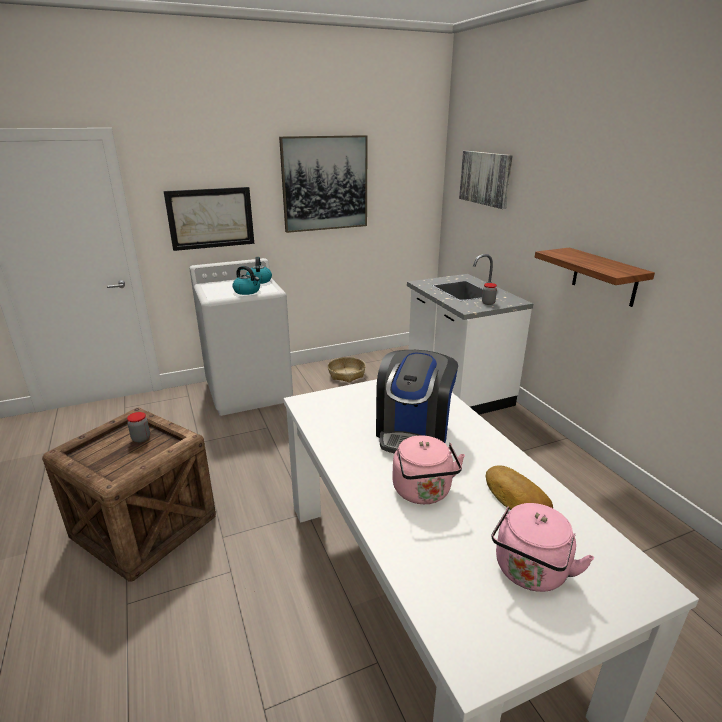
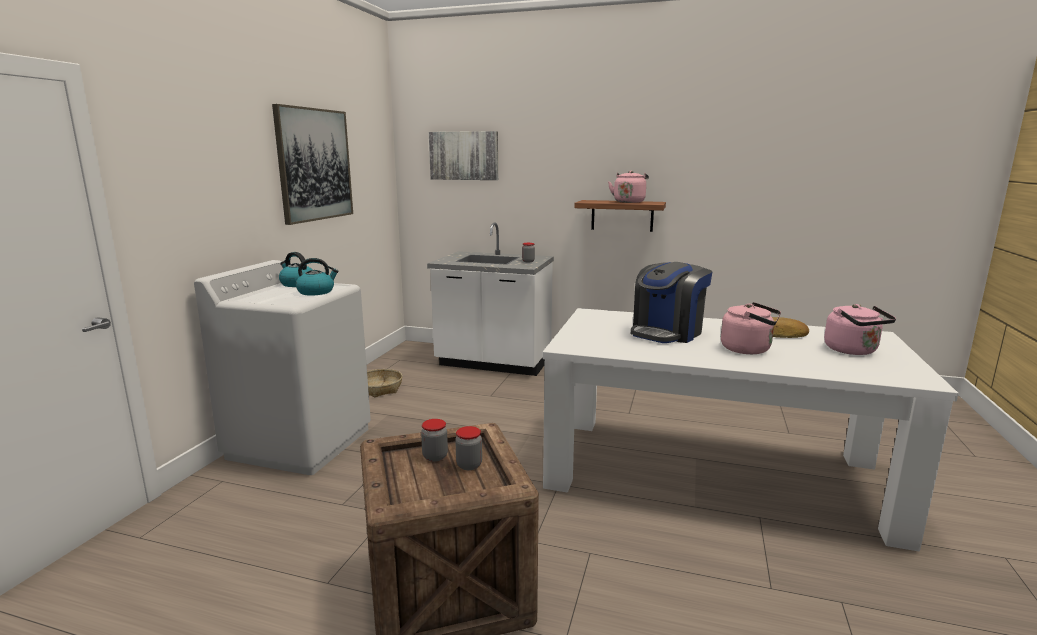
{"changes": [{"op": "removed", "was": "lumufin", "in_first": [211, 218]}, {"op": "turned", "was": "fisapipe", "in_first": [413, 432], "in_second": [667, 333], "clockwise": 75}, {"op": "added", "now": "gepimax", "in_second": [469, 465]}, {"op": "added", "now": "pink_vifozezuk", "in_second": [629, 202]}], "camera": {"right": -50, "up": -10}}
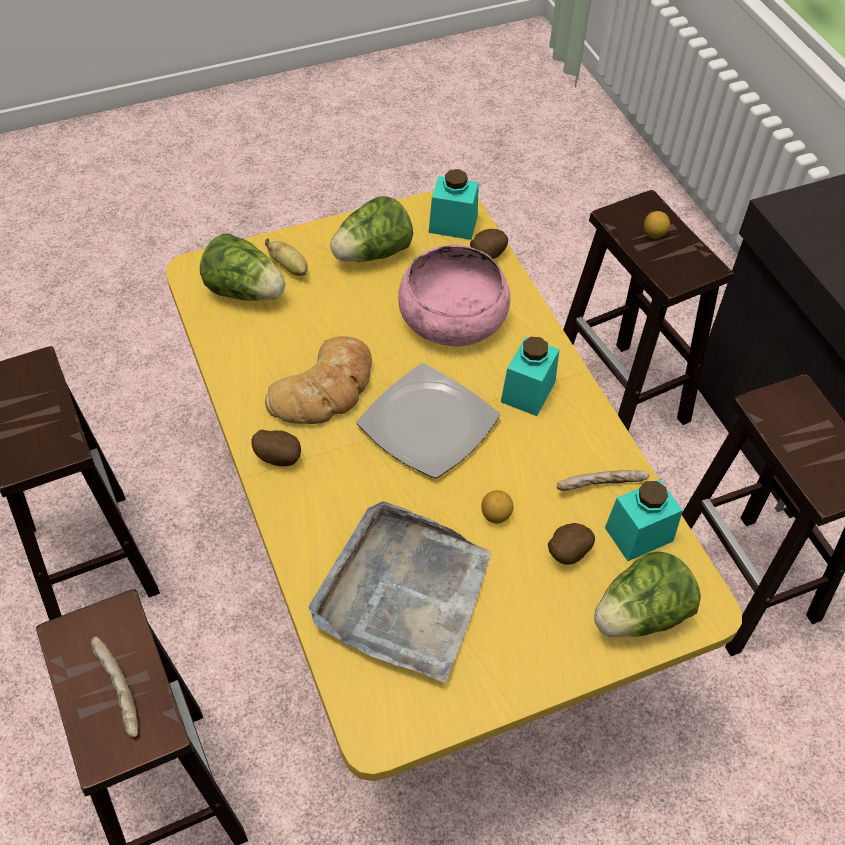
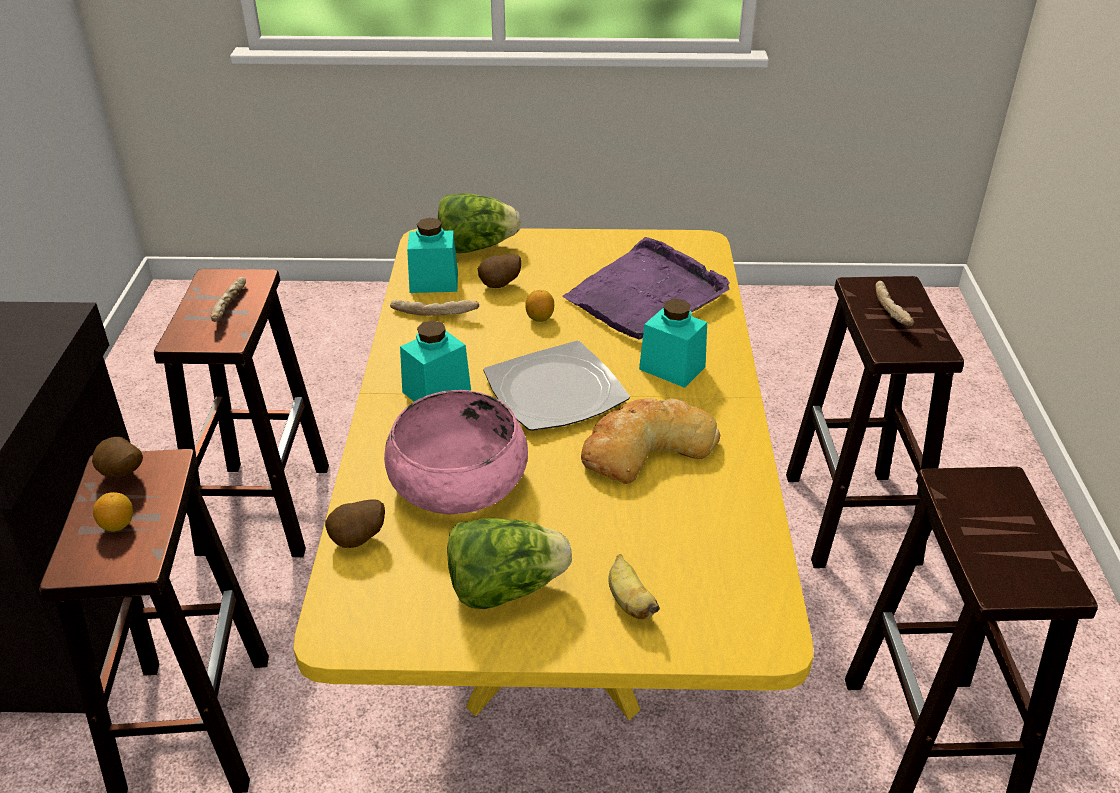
{"changes": [{"op": "removed", "was": "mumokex", "in_first": [245, 291]}, {"op": "moved", "was": "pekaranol", "in_first": [279, 457], "in_second": [121, 474]}, {"op": "recoloured", "was": "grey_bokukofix", "now": "purple_bokukofix", "in_first": [403, 593], "in_second": [646, 295]}, {"op": "moved", "was": "turquoise_gepimax", "in_first": [453, 224], "in_second": [672, 368]}, {"op": "added", "now": "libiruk", "in_second": [231, 307]}], "camera": {"right": -155, "up": -15}}
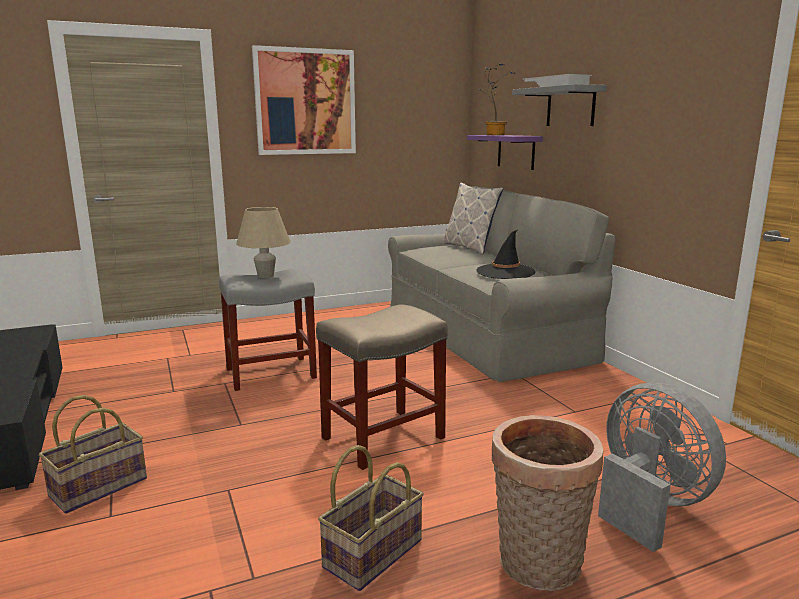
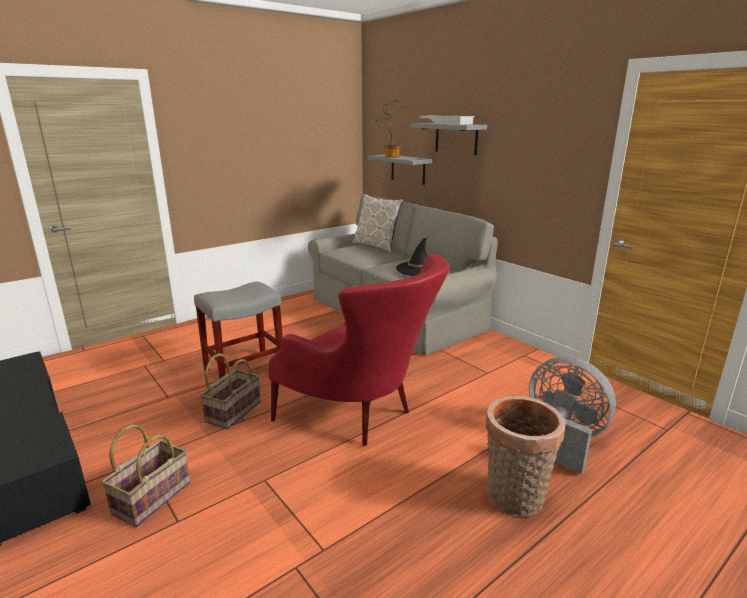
{"changes": [{"op": "removed", "was": "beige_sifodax", "in_first": [265, 276]}, {"op": "removed", "was": "lumufin", "in_first": [305, 102]}, {"op": "replaced", "was": "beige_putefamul", "now": "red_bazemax", "in_first": [382, 438], "in_second": [362, 416]}, {"op": "moved", "was": "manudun", "in_first": [372, 552], "in_second": [233, 411]}, {"op": "recoloured", "was": "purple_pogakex", "now": "grey_pogakex", "in_first": [516, 151], "in_second": [408, 169]}], "camera": {"right": -15, "up": 5}}
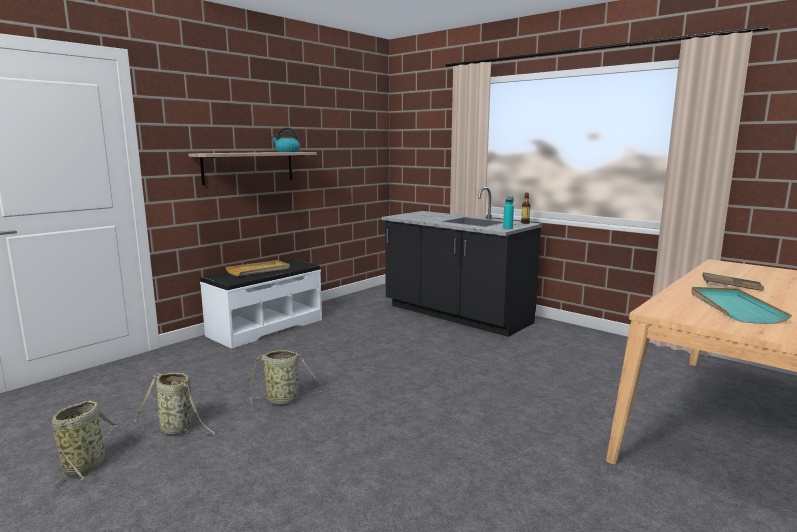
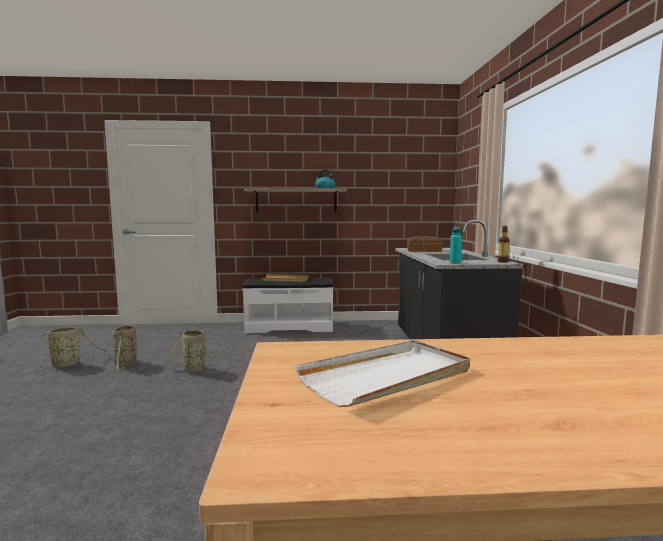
{"changes": [{"op": "recoloured", "was": "turquoise_bokukofix", "now": "white_bokukofix", "in_first": [733, 307], "in_second": [387, 376]}, {"op": "removed", "was": "brown_bokukofix", "in_first": [731, 285]}, {"op": "added", "now": "libiruk", "in_second": [425, 251]}], "camera": {"right": 45, "up": -5}}
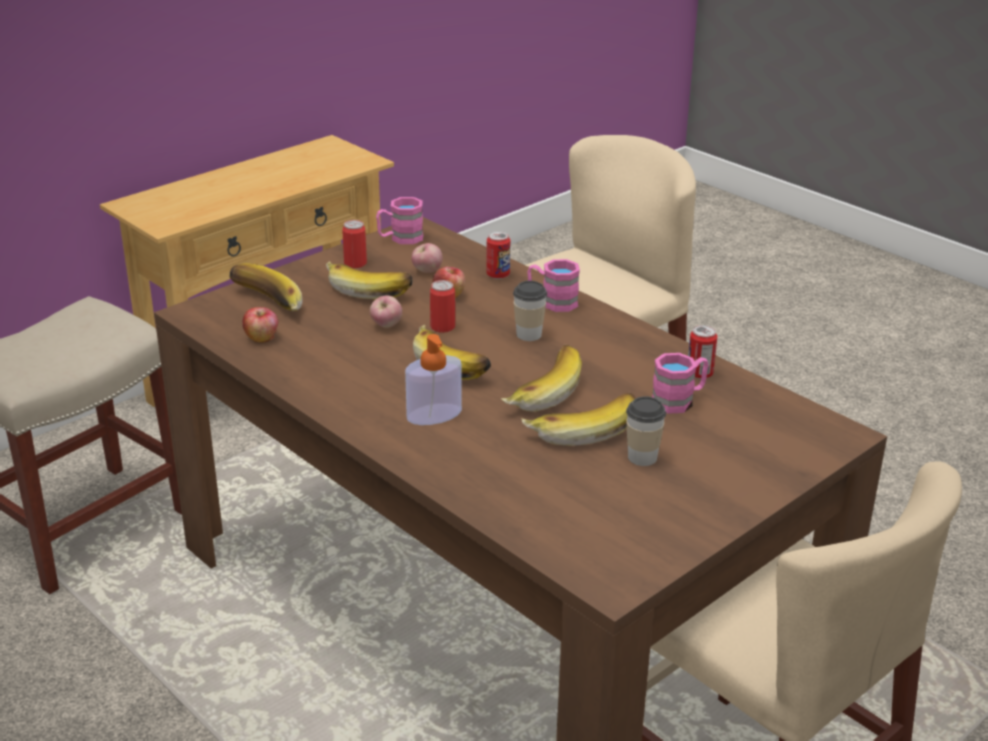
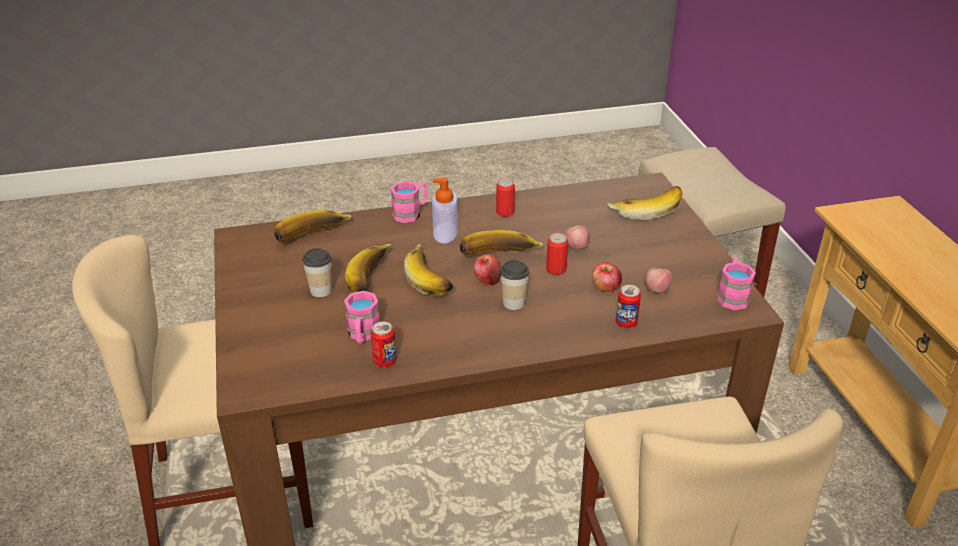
{"changes": [{"op": "moved", "was": "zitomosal", "in_first": [262, 337], "in_second": [487, 280]}, {"op": "moved", "was": "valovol", "in_first": [370, 289], "in_second": [313, 237]}, {"op": "moved", "was": "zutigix", "in_first": [355, 263], "in_second": [505, 212]}, {"op": "moved", "was": "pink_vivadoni", "in_first": [552, 302], "in_second": [411, 213]}], "camera": {"right": 120, "up": 5}}
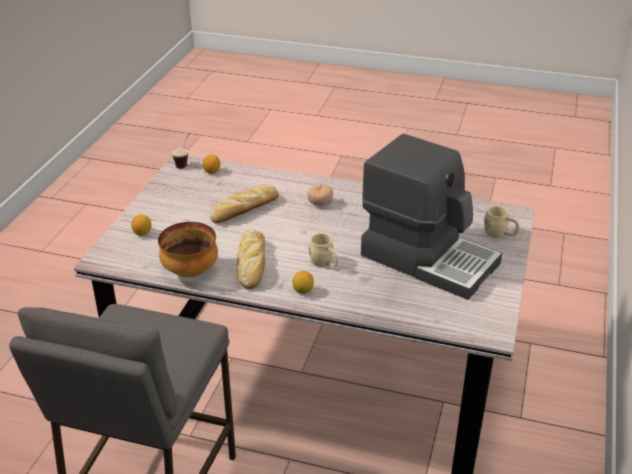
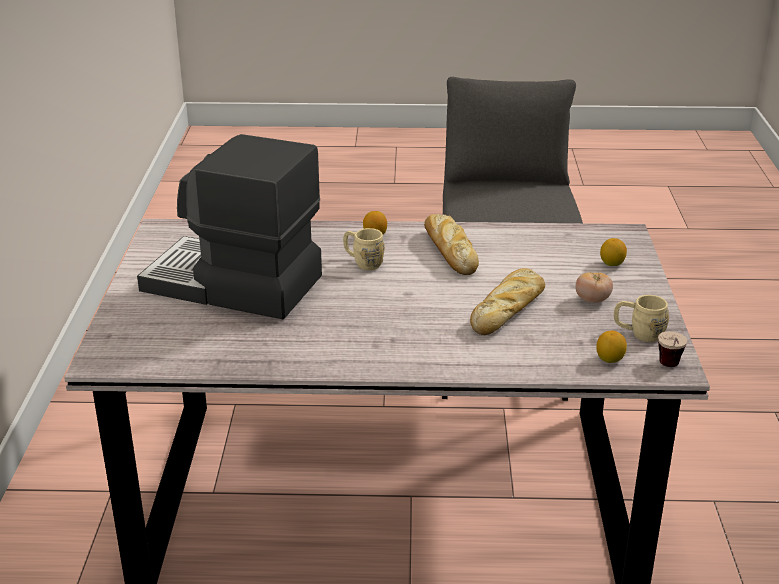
{"changes": [{"op": "removed", "was": "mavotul", "in_first": [189, 271]}, {"op": "moved", "was": "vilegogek", "in_first": [320, 203], "in_second": [592, 300]}, {"op": "moved", "was": "beige_vivadoni", "in_first": [500, 234], "in_second": [638, 333]}], "camera": {"right": 165, "up": -5}}
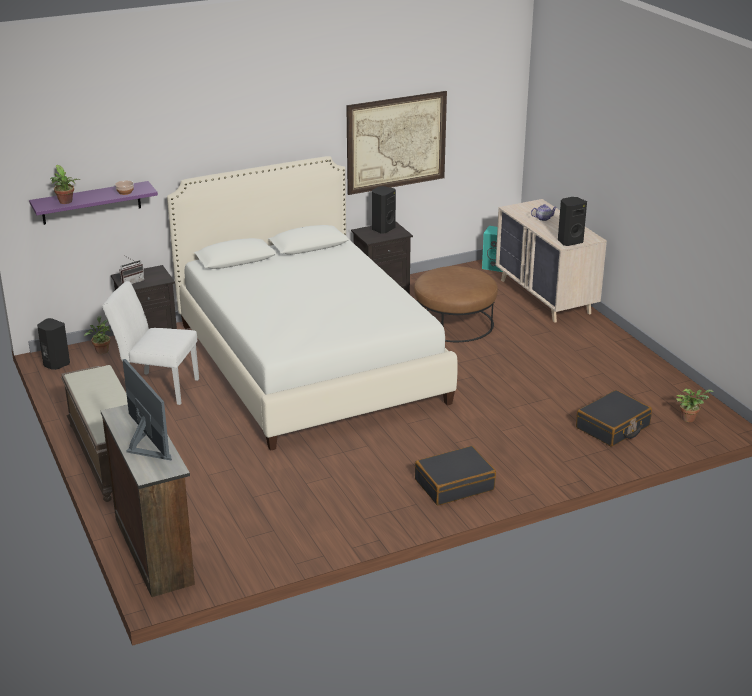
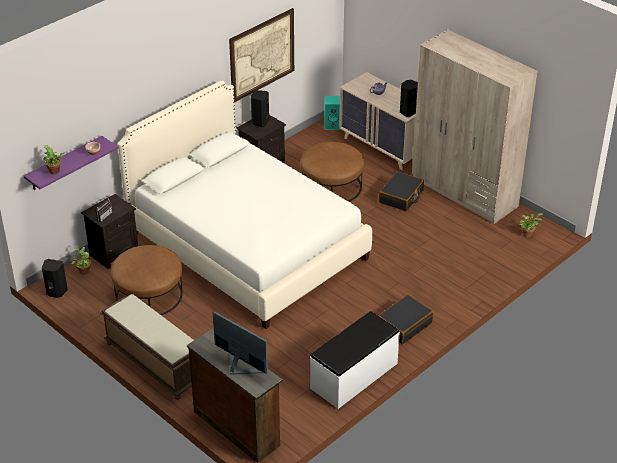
{"changes": [{"op": "replaced", "was": "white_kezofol", "now": "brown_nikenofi", "in_first": [157, 387], "in_second": [149, 294]}, {"op": "moved", "was": "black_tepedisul", "in_first": [613, 427], "in_second": [401, 197]}, {"op": "added", "now": "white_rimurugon", "in_second": [354, 376]}, {"op": "added", "now": "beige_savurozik", "in_second": [464, 192]}], "camera": {"right": -20, "up": 10}}
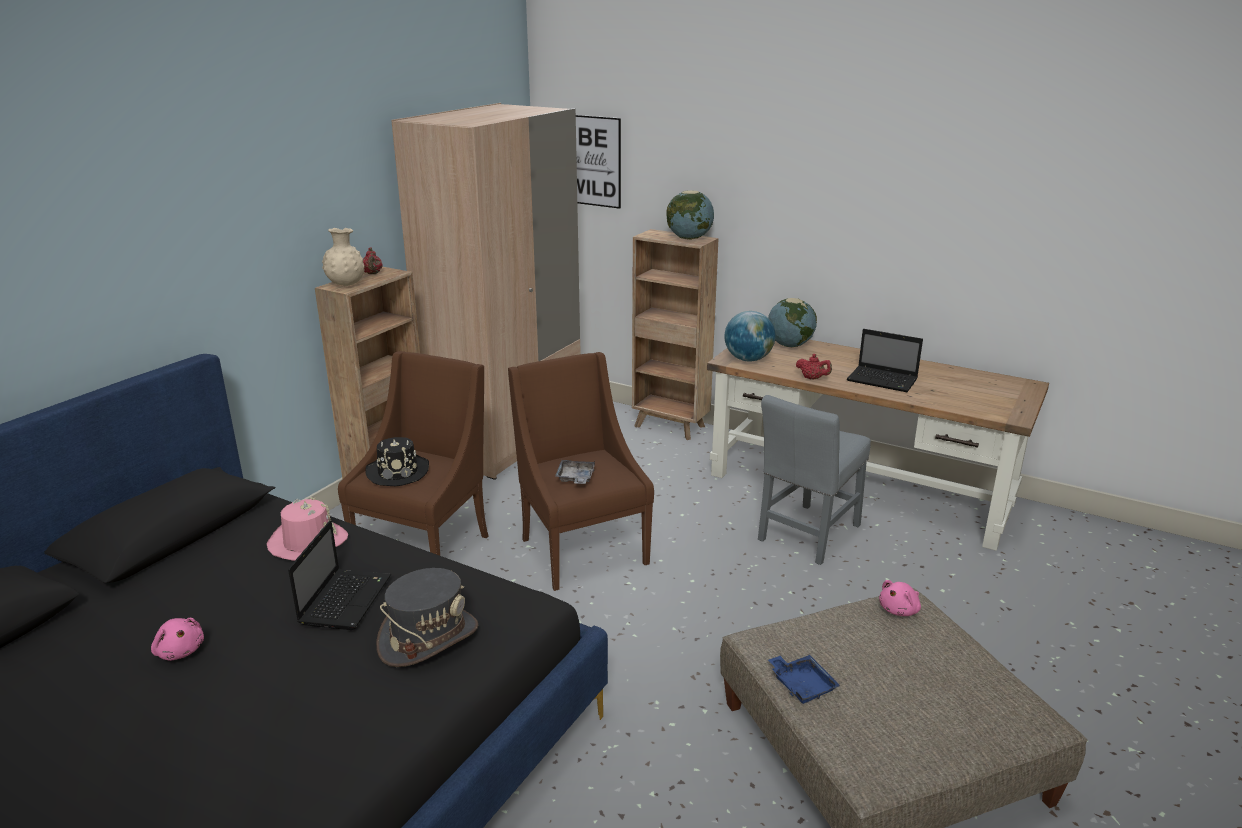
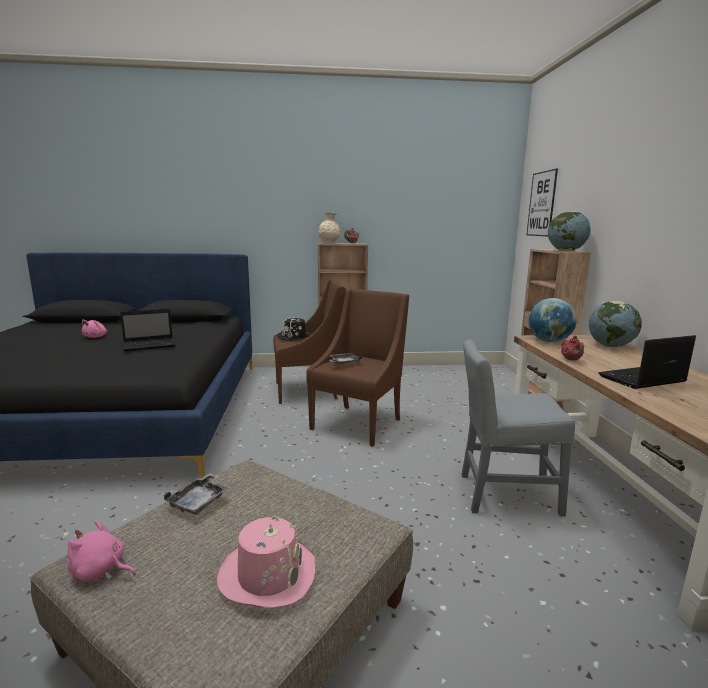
{"changes": [{"op": "moved", "was": "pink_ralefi", "in_first": [307, 542], "in_second": [267, 574]}, {"op": "removed", "was": "grey_ralefi", "in_first": [428, 638]}, {"op": "removed", "was": "beige_savurozik", "in_first": [507, 439]}, {"op": "recoloured", "was": "blue_bokukofix", "now": "grey_bokukofix", "in_first": [802, 685], "in_second": [199, 501]}, {"op": "turned", "was": "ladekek", "in_first": [883, 380], "in_second": [641, 379], "clockwise": 75}, {"op": "moved", "was": "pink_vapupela", "in_first": [900, 610], "in_second": [101, 571]}], "camera": {"right": 55, "up": -10}}
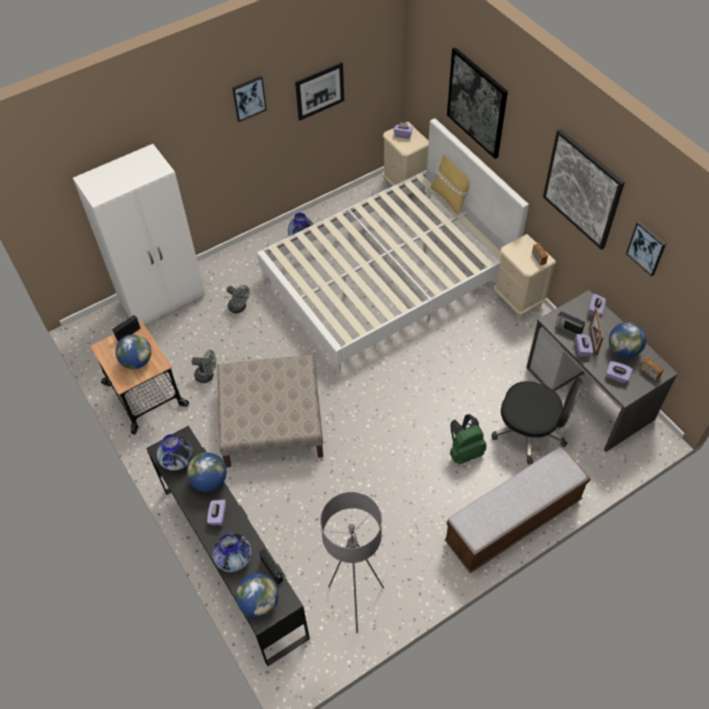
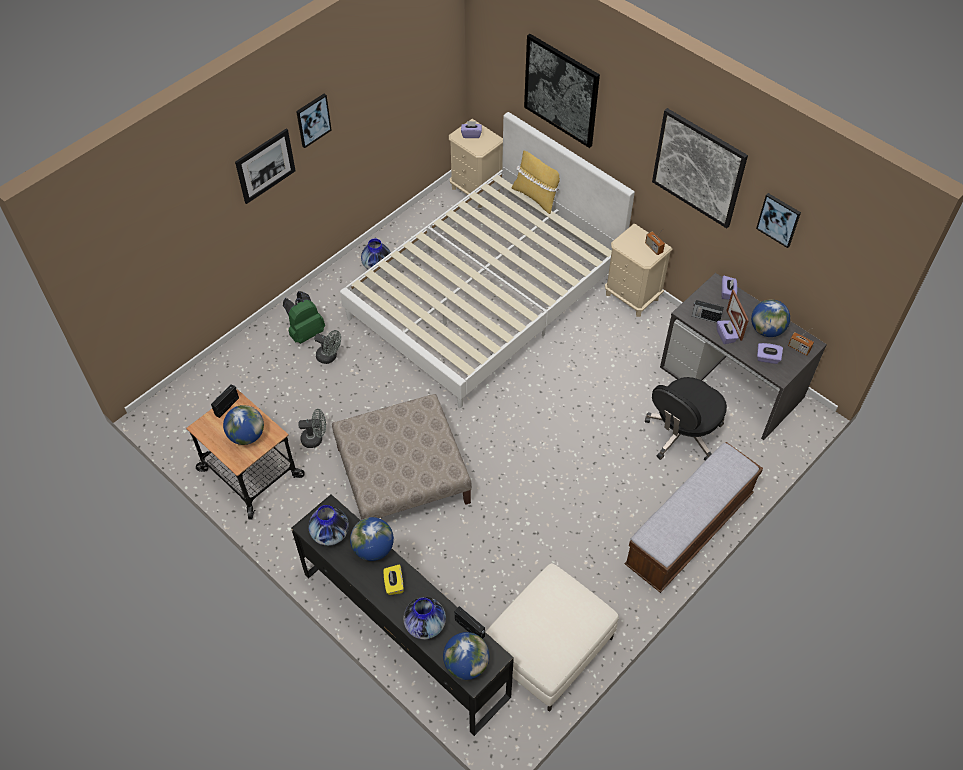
{"changes": [{"op": "removed", "was": "white_savurozik", "in_first": [164, 299]}, {"op": "recoloured", "was": "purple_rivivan", "now": "yellow_rivivan", "in_first": [218, 516], "in_second": [394, 584]}, {"op": "moved", "was": "lumufin", "in_first": [320, 91], "in_second": [265, 166]}, {"op": "replaced", "was": "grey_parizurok", "now": "white_nikenofi", "in_first": [355, 601], "in_second": [548, 647]}, {"op": "moved", "was": "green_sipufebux", "in_first": [464, 451], "in_second": [305, 332]}, {"op": "turned", "was": "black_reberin", "in_first": [530, 432], "in_second": [682, 434], "clockwise": 120}], "camera": {"right": -15, "up": 0}}
